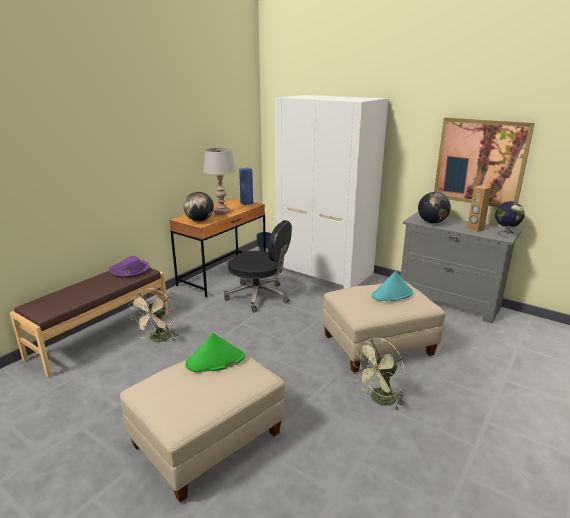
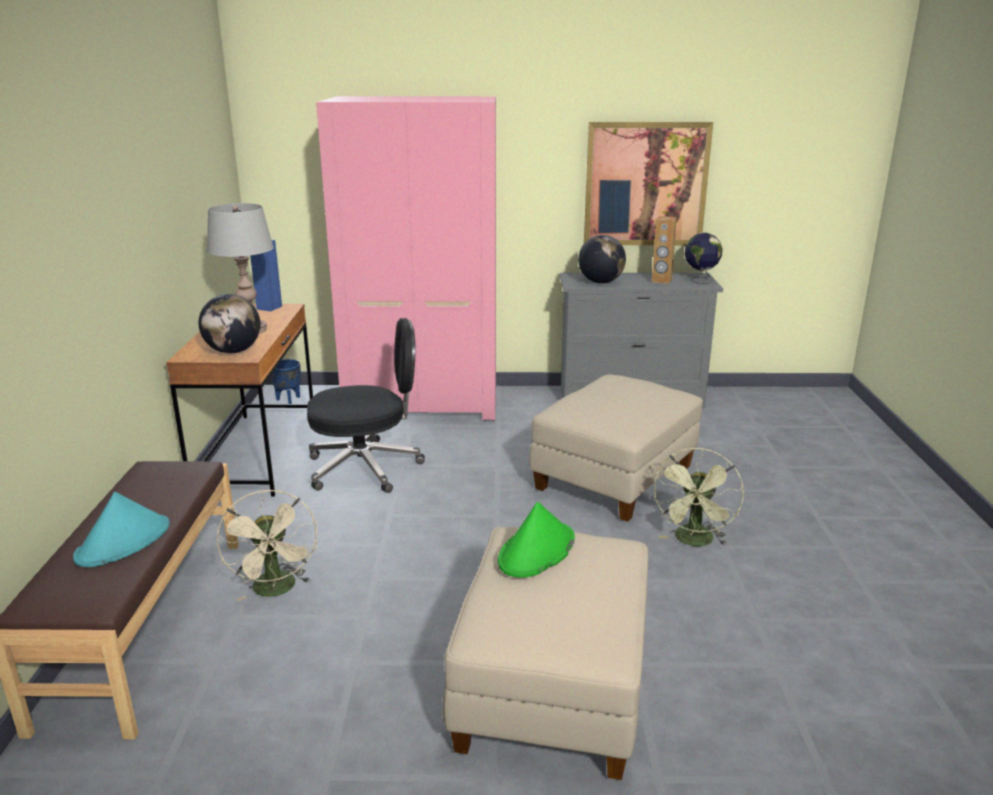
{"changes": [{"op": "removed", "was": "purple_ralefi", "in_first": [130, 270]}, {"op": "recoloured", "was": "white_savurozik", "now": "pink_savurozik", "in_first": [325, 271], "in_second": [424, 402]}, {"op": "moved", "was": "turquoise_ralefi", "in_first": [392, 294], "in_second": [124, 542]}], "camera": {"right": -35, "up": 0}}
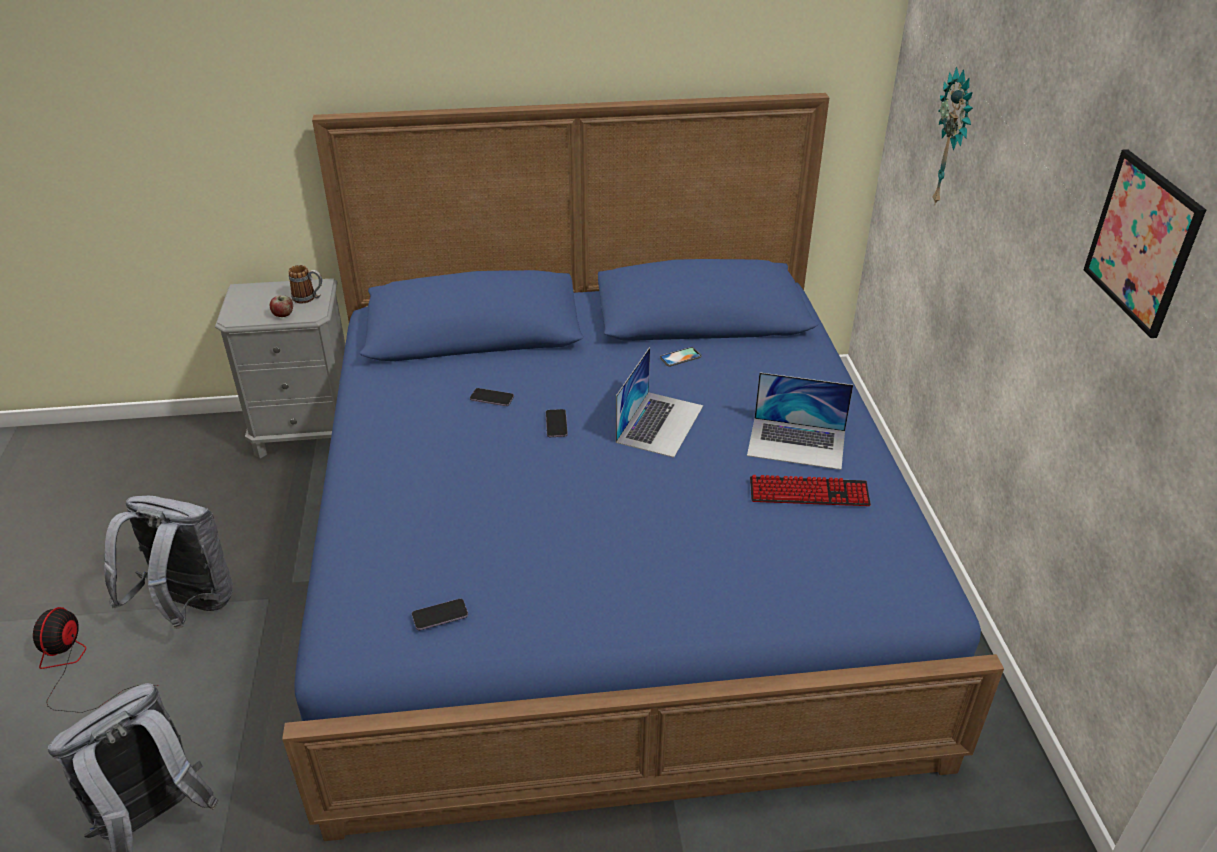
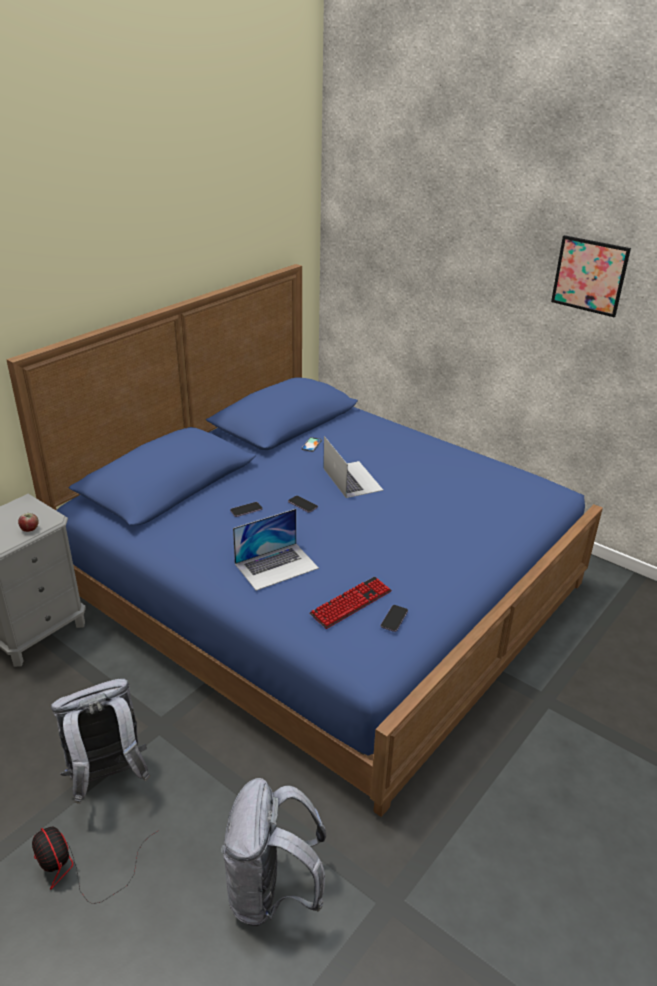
{"changes": [{"op": "removed", "was": "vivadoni", "in_first": [309, 298]}, {"op": "moved", "was": "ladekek", "in_first": [797, 443], "in_second": [276, 566]}, {"op": "moved", "was": "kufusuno", "in_first": [809, 493], "in_second": [351, 603]}, {"op": "removed", "was": "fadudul", "in_first": [954, 140]}], "camera": {"right": -45, "up": -5}}
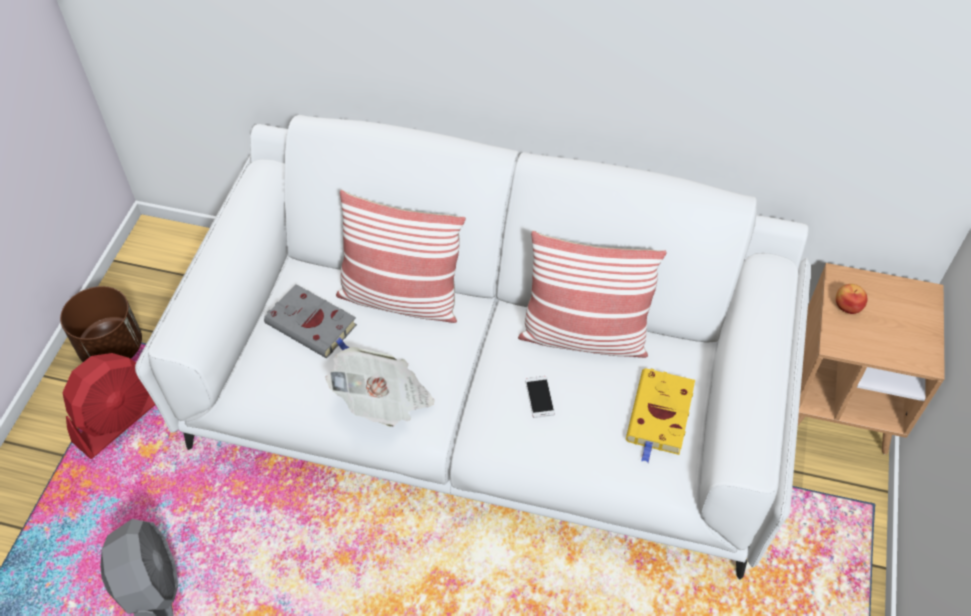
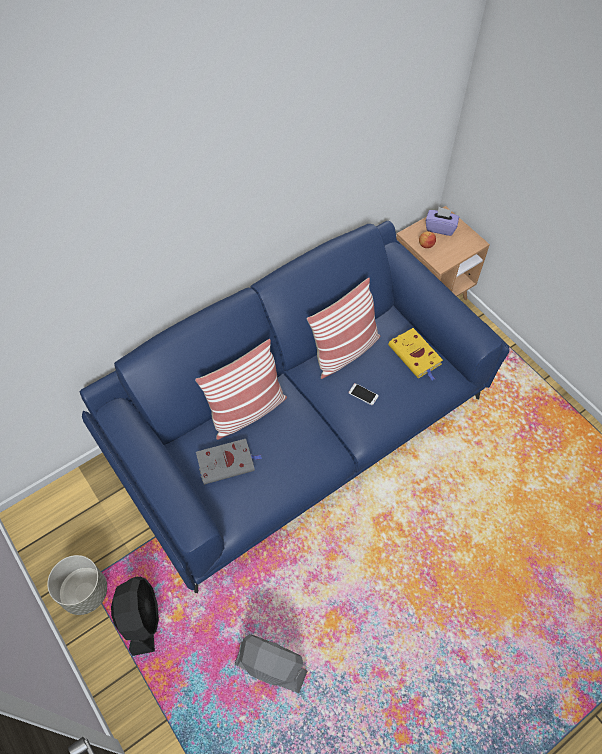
{"changes": [{"op": "recoloured", "was": "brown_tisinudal", "now": "grey_tisinudal", "in_first": [112, 348], "in_second": [84, 592]}, {"op": "recoloured", "was": "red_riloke", "now": "black_riloke", "in_first": [120, 419], "in_second": [141, 618]}, {"op": "recoloured", "was": "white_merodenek", "now": "blue_merodenek", "in_first": [487, 402], "in_second": [301, 428]}, {"op": "removed", "was": "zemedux", "in_first": [383, 400]}, {"op": "added", "now": "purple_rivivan", "in_second": [440, 228]}], "camera": {"right": -50, "up": 5}}
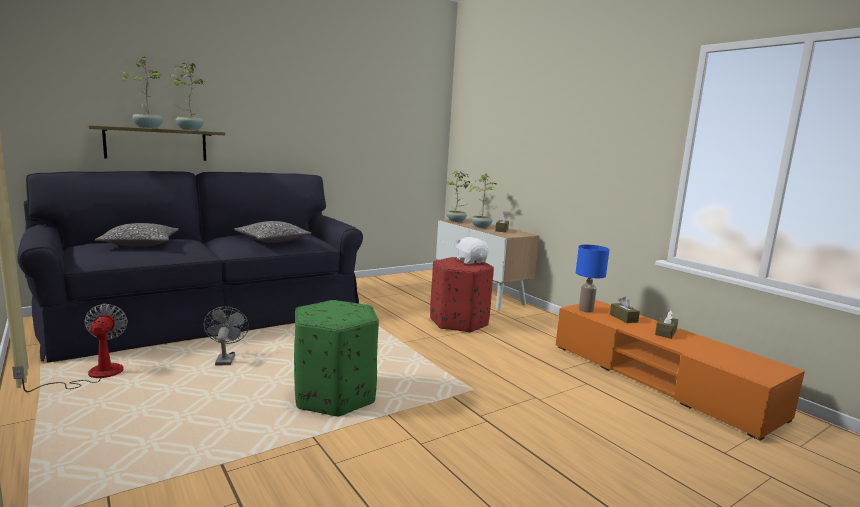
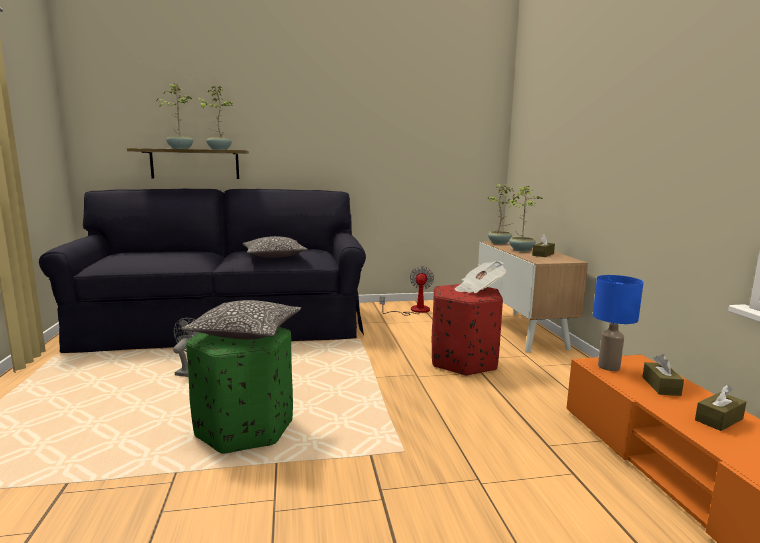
{"changes": [{"op": "moved", "was": "riloke", "in_first": [92, 376], "in_second": [413, 311]}, {"op": "moved", "was": "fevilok", "in_first": [140, 244], "in_second": [246, 332]}, {"op": "replaced", "was": "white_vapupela", "now": "zemedux", "in_first": [471, 261], "in_second": [479, 290]}], "camera": {"right": 25, "up": 0}}
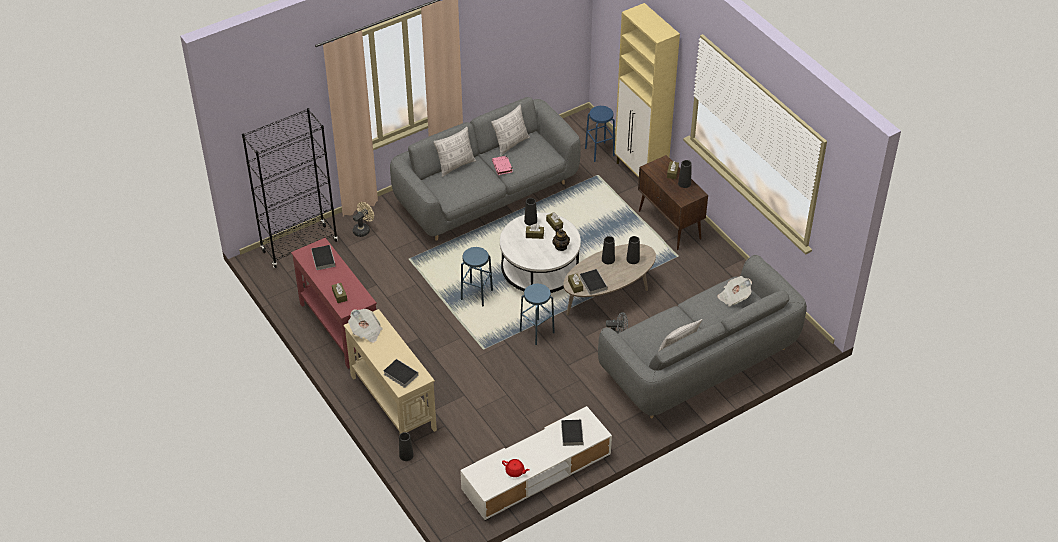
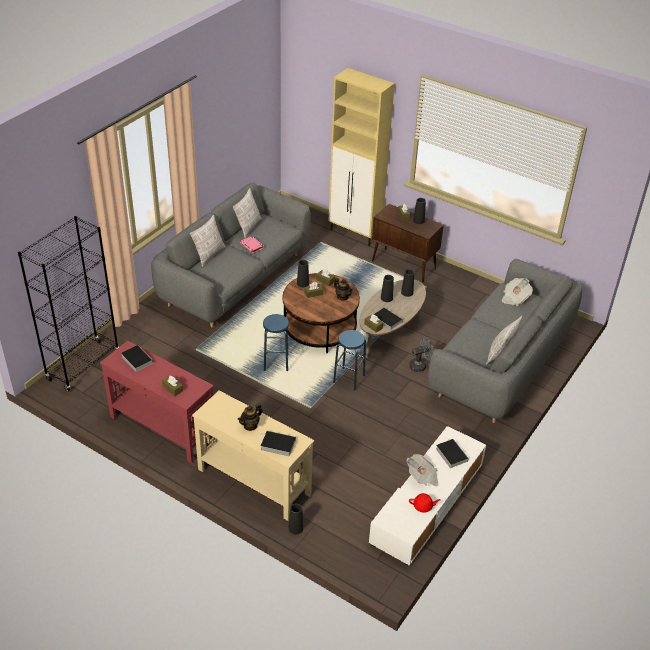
{"changes": [{"op": "moved", "was": "zemedux", "in_first": [366, 331], "in_second": [422, 477]}, {"op": "removed", "was": "beige_riloke", "in_first": [363, 229]}, {"op": "recoloured", "was": "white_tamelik", "now": "brown_tamelik", "in_first": [540, 271], "in_second": [320, 328]}, {"op": "removed", "was": "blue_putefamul", "in_first": [599, 152]}, {"op": "added", "now": "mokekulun", "in_second": [250, 425]}], "camera": {"right": -25, "up": -5}}
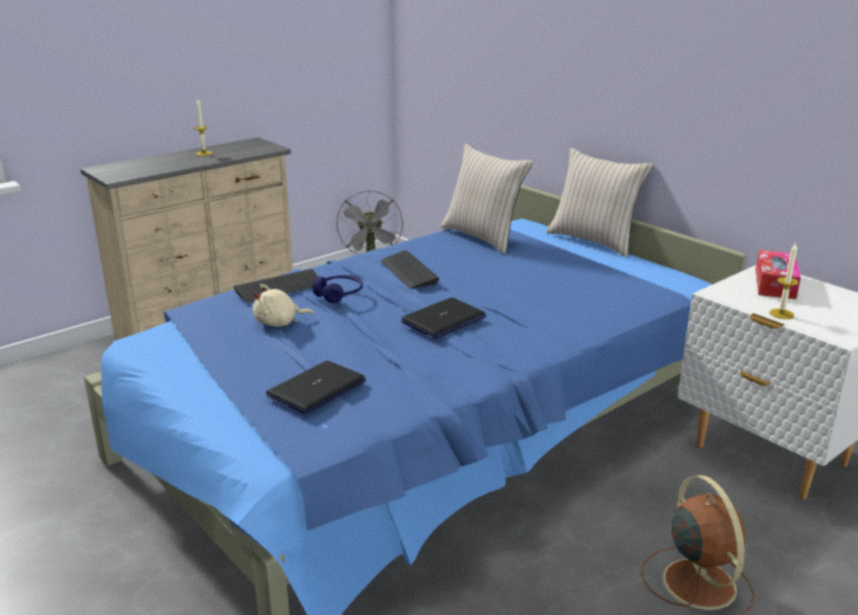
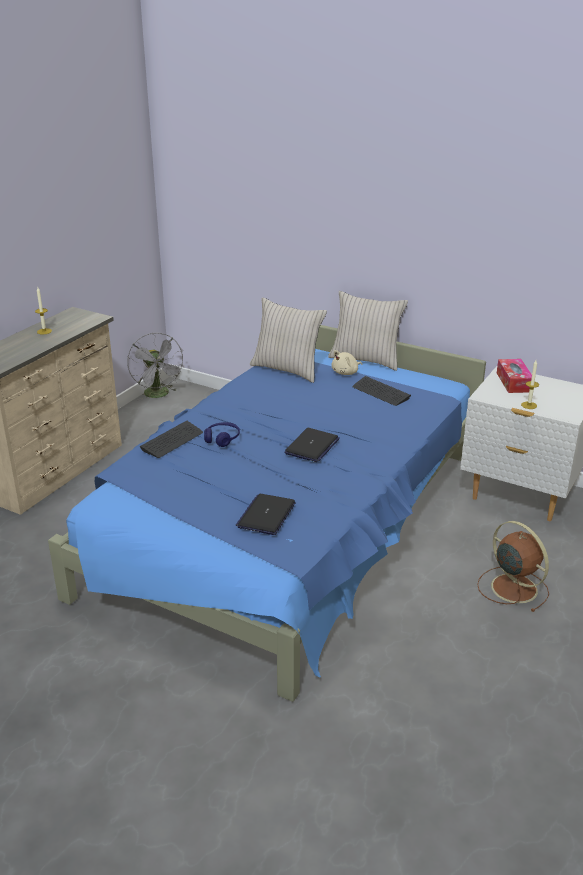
{"changes": [{"op": "moved", "was": "beige_vapupela", "in_first": [279, 323], "in_second": [346, 373]}, {"op": "moved", "was": "kufusuno", "in_first": [409, 271], "in_second": [380, 392]}], "camera": {"right": -20, "up": 5}}
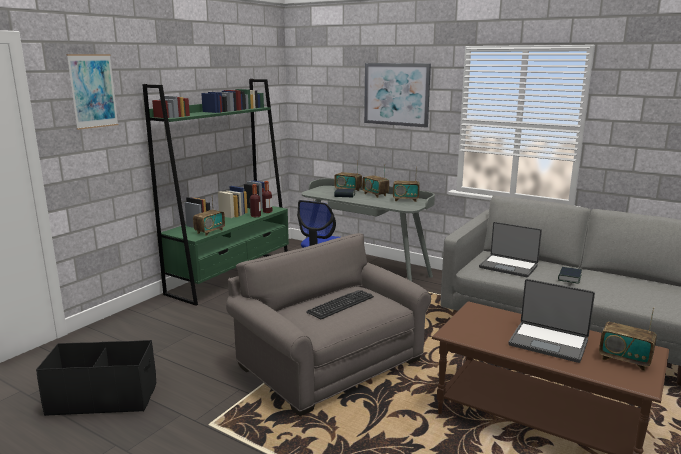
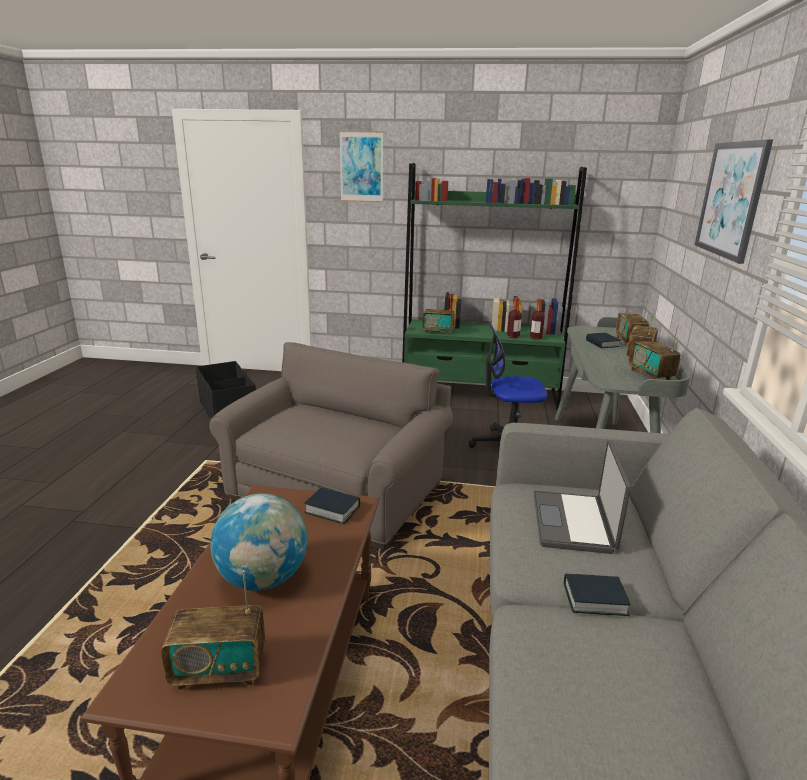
{"changes": [{"op": "removed", "was": "kufusuno", "in_first": [340, 305]}, {"op": "replaced", "was": "ladekek", "now": "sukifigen", "in_first": [548, 342], "in_second": [263, 578]}, {"op": "turned", "was": "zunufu", "in_first": [624, 360], "in_second": [219, 670], "clockwise": -105}, {"op": "added", "now": "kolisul", "in_second": [332, 510]}], "camera": {"right": 65, "up": 5}}
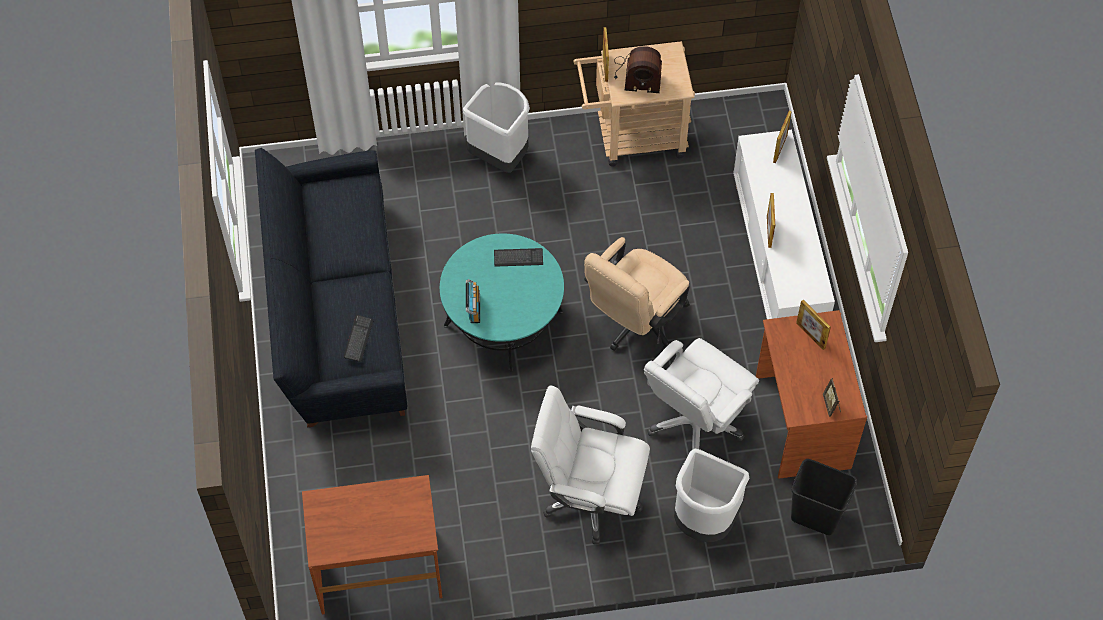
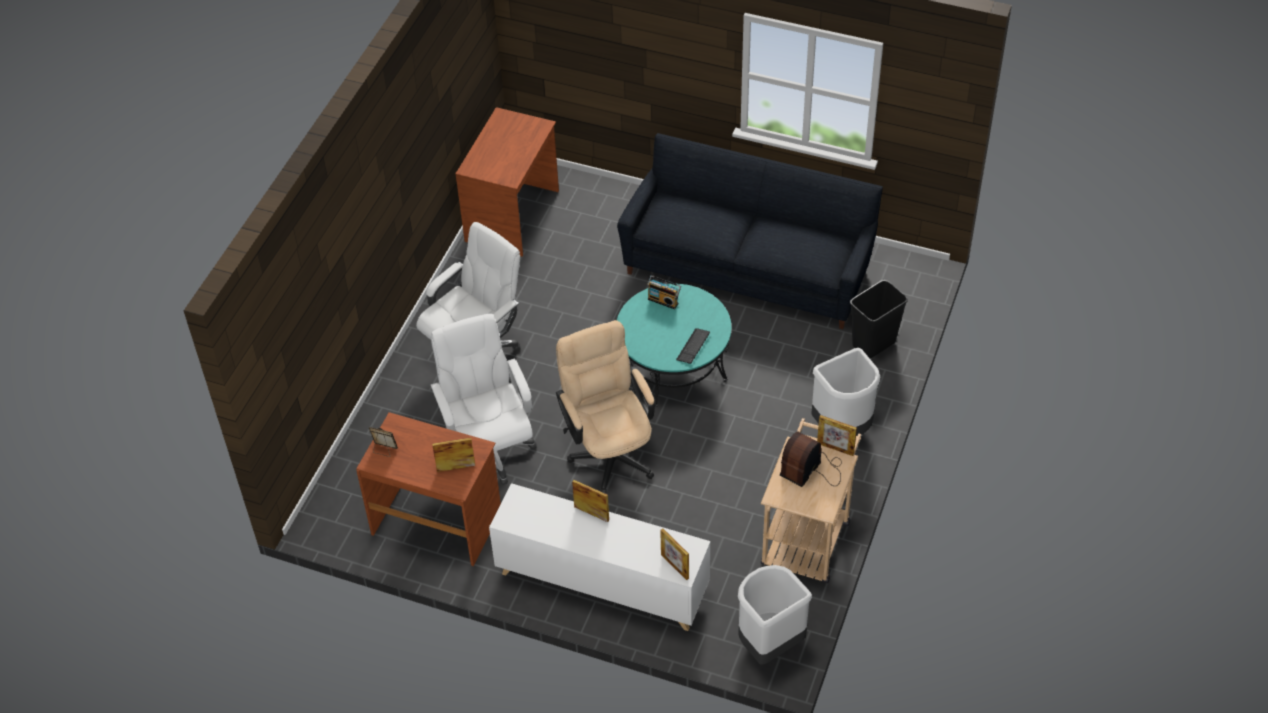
{"changes": [{"op": "removed", "was": "kufusuno", "in_first": [358, 339]}, {"op": "moved", "was": "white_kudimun", "in_first": [704, 521], "in_second": [769, 644]}, {"op": "moved", "was": "black_kudimun", "in_first": [816, 516], "in_second": [874, 344]}], "camera": {"right": 120, "up": -10}}
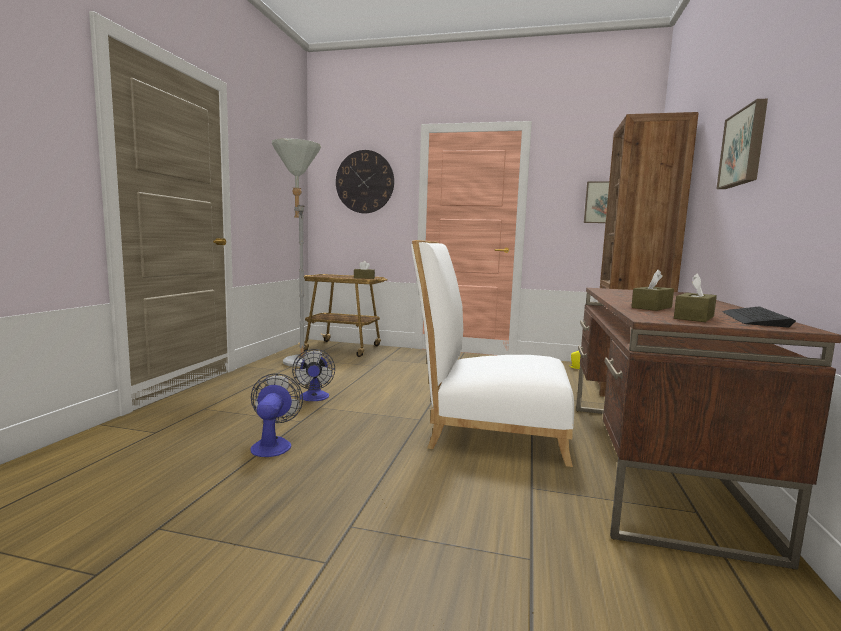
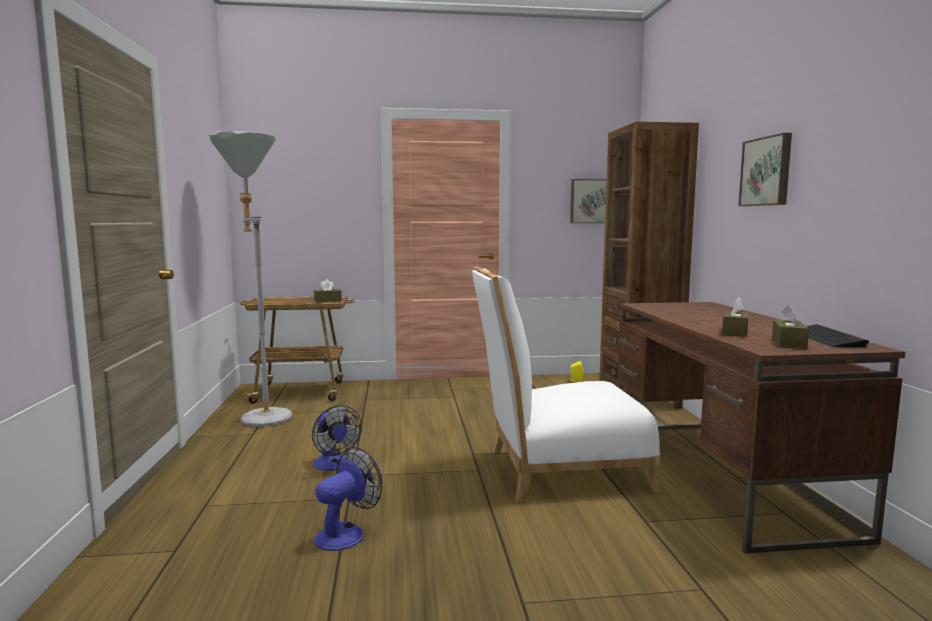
{"changes": [{"op": "turned", "was": "riloke", "in_first": [273, 444], "in_second": [346, 533], "clockwise": 60}, {"op": "removed", "was": "fadudul", "in_first": [364, 182]}], "camera": {"right": -20, "up": 0}}
